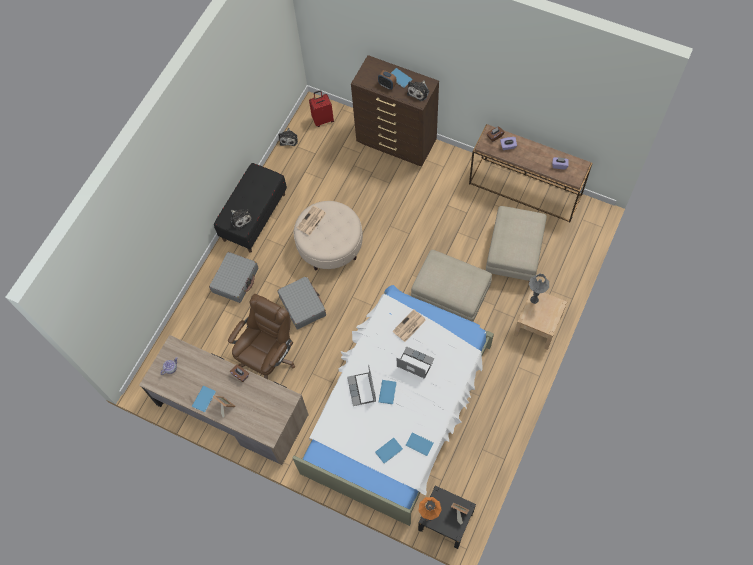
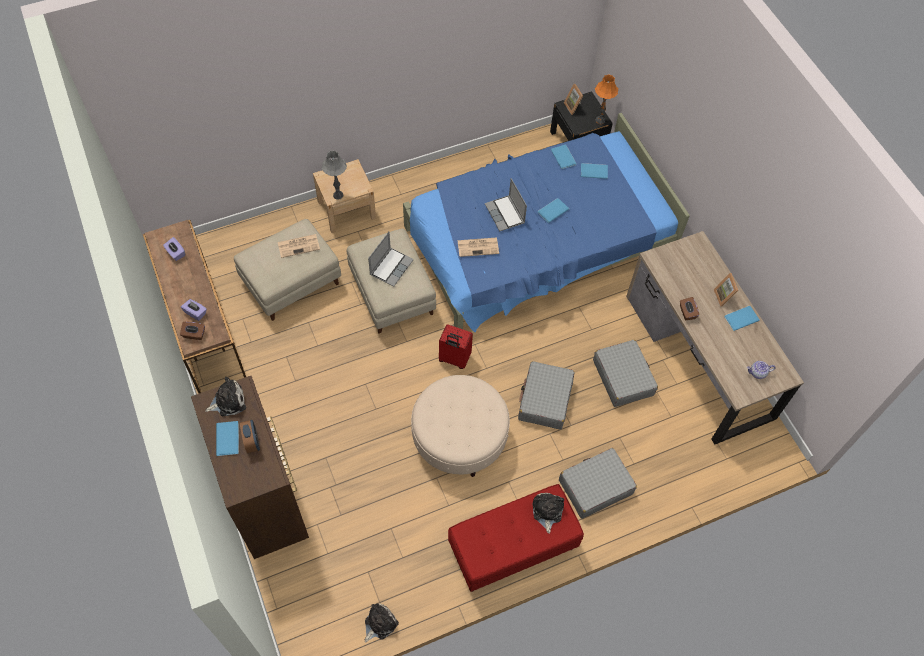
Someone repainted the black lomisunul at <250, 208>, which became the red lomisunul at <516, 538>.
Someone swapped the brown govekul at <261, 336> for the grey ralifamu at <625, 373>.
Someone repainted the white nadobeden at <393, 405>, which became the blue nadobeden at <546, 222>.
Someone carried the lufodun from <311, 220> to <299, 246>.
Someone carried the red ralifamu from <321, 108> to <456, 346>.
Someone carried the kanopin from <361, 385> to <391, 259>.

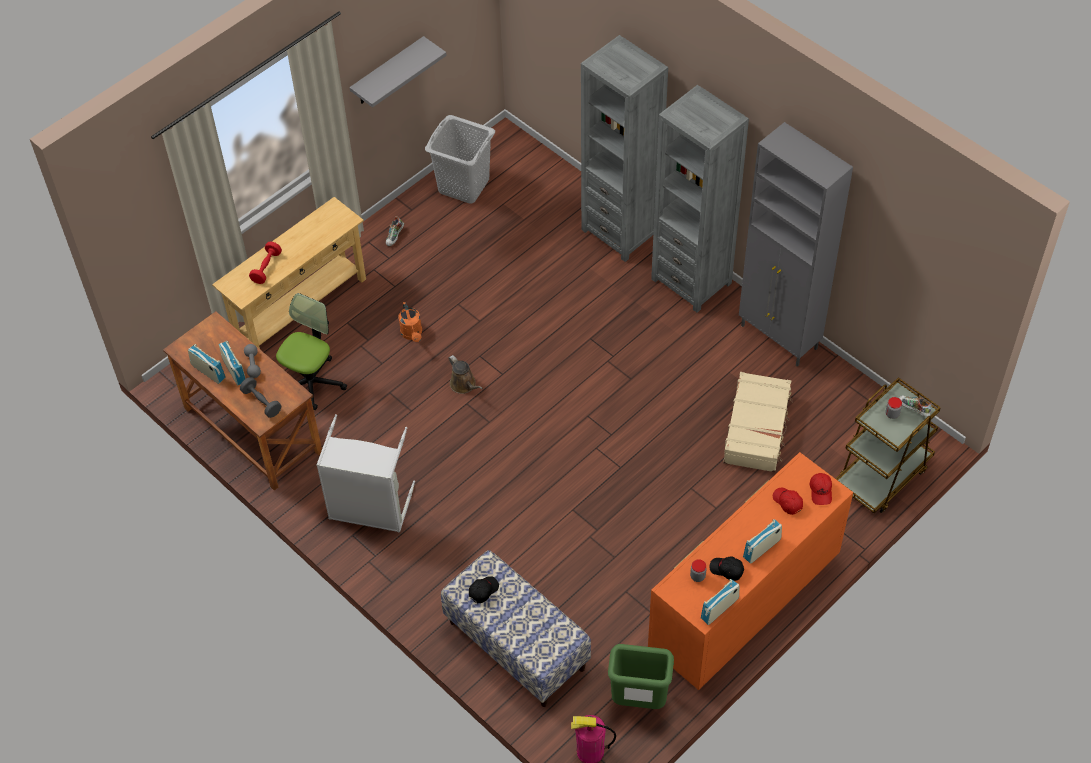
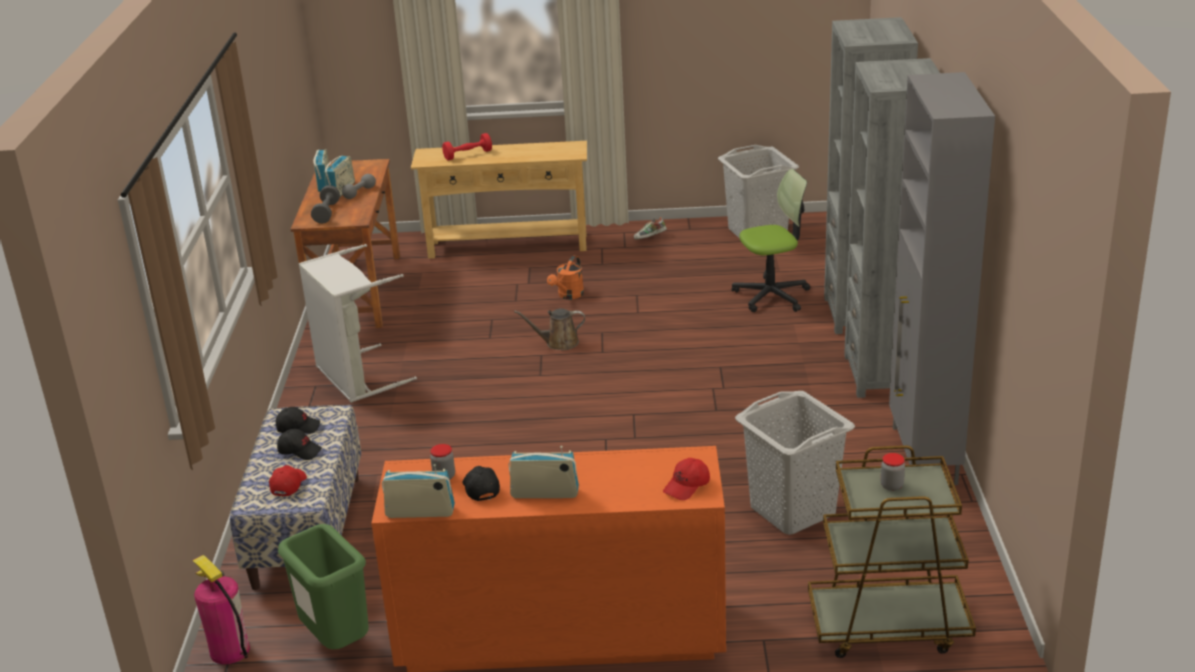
Someone carried the govekul from <311, 351> to <771, 240>.
Someone took away the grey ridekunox at <398, 72>.
Someone rotated the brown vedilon at <465, 374> by 75 degrees clockwise.
Someone swapped the beige ralifamu at <758, 422> for the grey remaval at <795, 463>.
Someone carried the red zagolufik from <788, 501> to <288, 481>.
Someone took away the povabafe at <915, 406>.
Someone put down the black zagolufik at <299, 444>.

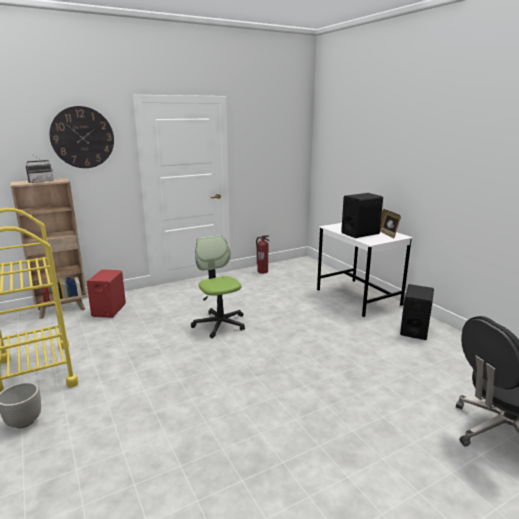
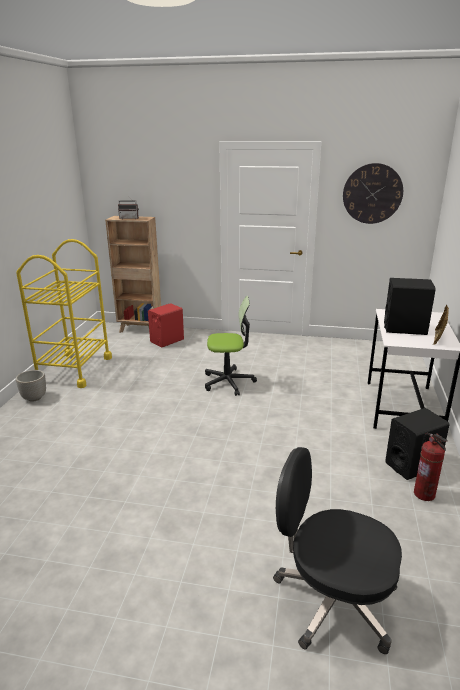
Someone carried the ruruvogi from <81, 137> to <373, 193>.
Someone rotated the govekul at <218, 286> by 75 degrees clockwise.
Someone carried the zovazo from <262, 254> to <431, 467>.

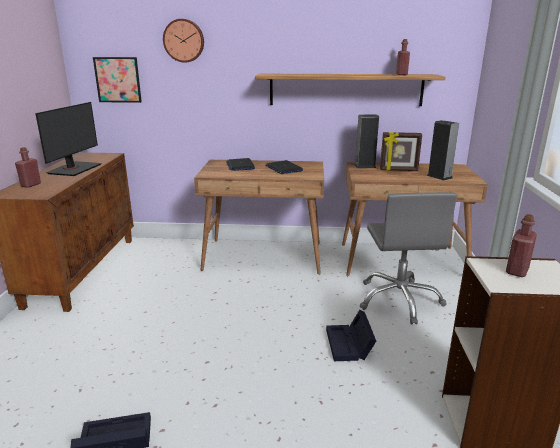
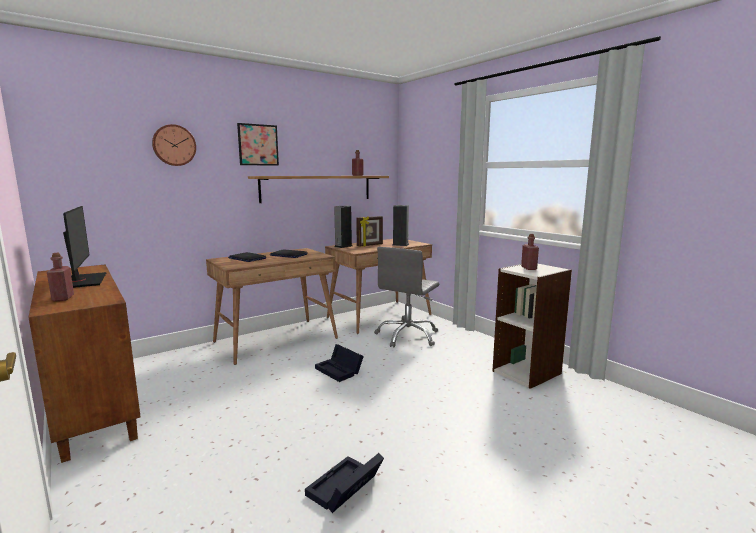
Someone carried the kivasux from <117, 80> to <258, 144>.
Someone carried the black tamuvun from <351, 335> to <339, 363>.
Someone rotated the grey govekul at <408, 258> by 75 degrees clockwise.

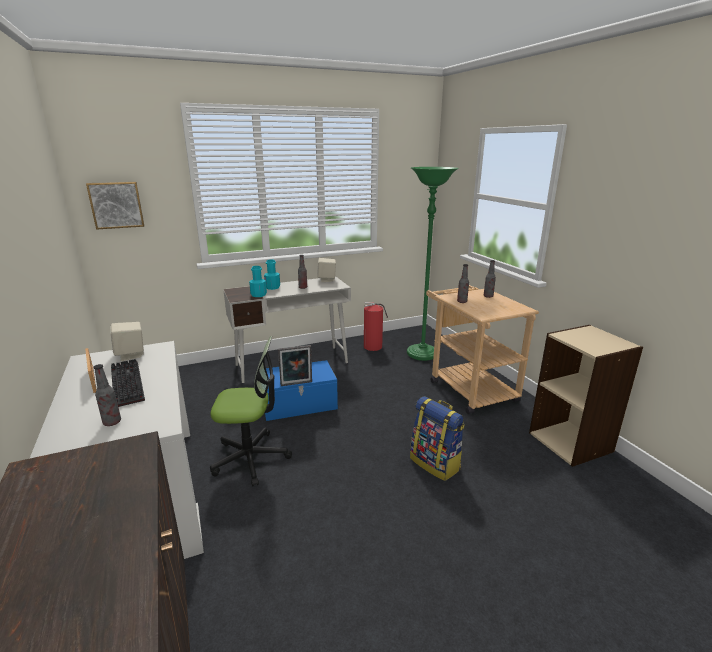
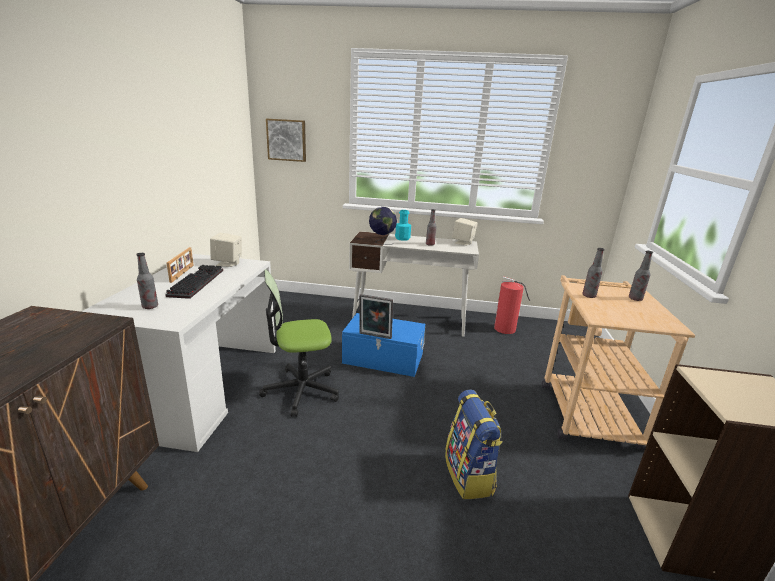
Someone rotated the govekul at <251, 411> by 135 degrees clockwise.
Someone swapped the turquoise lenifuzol at <258, 281> for the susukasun at <383, 226>.
Someone took away the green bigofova at <433, 264>.

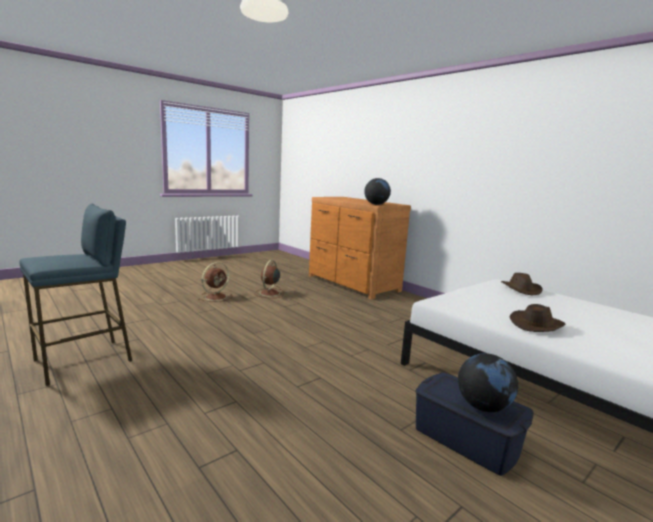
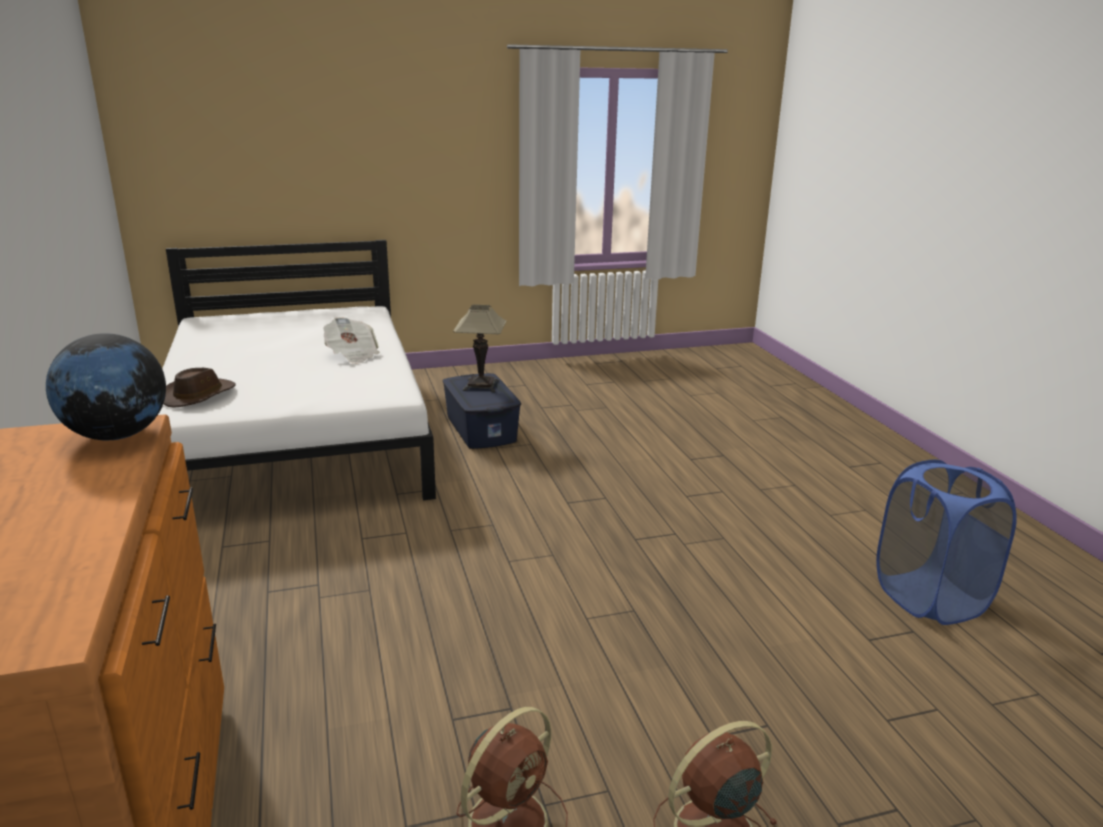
Someone swapped the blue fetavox at <75, 295> for the blue remaval at <946, 542>.
Someone swapped the susukasun at <488, 382> for the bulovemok at <479, 348>.
Someone swapped the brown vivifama at <538, 318> for the lufodun at <351, 340>.

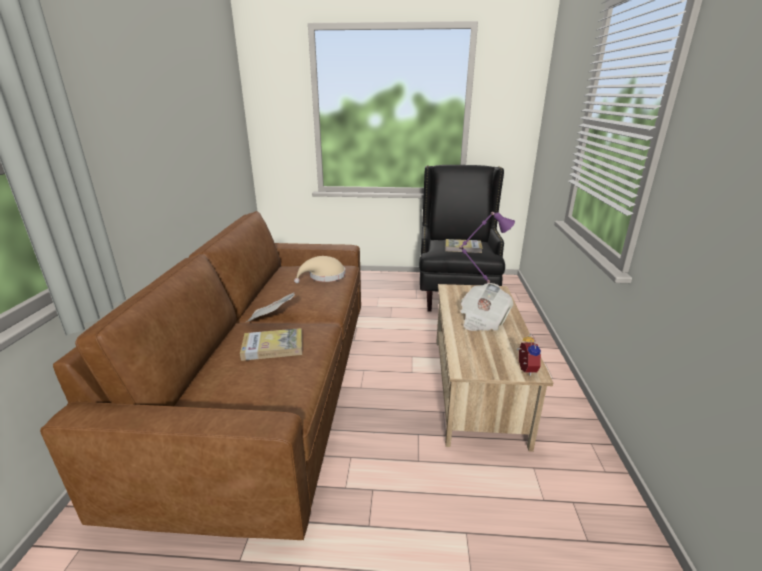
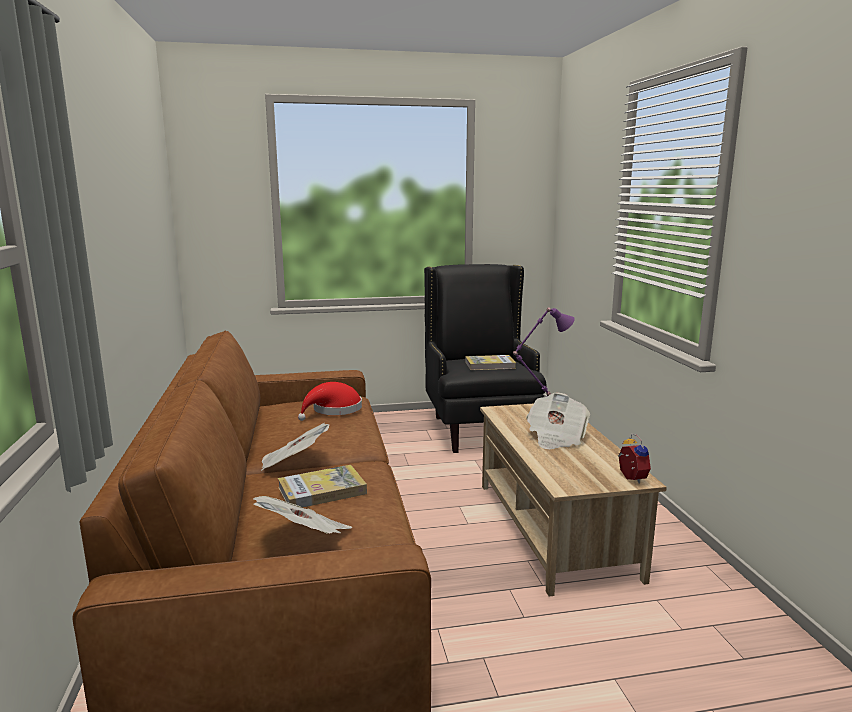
Someone repainted the beige vivifama at <319, 269>, which became the red vivifama at <330, 401>.
Someone put down the lufodun at <303, 515>.

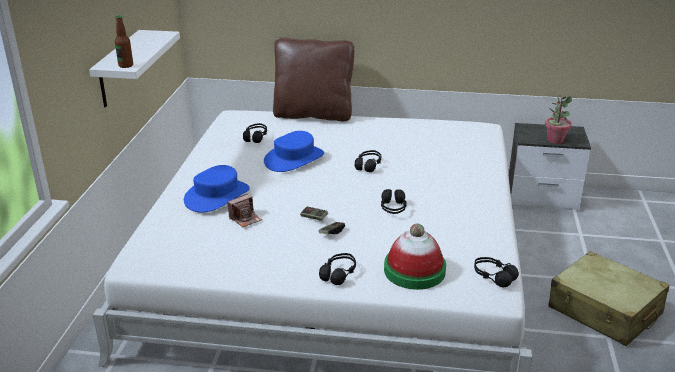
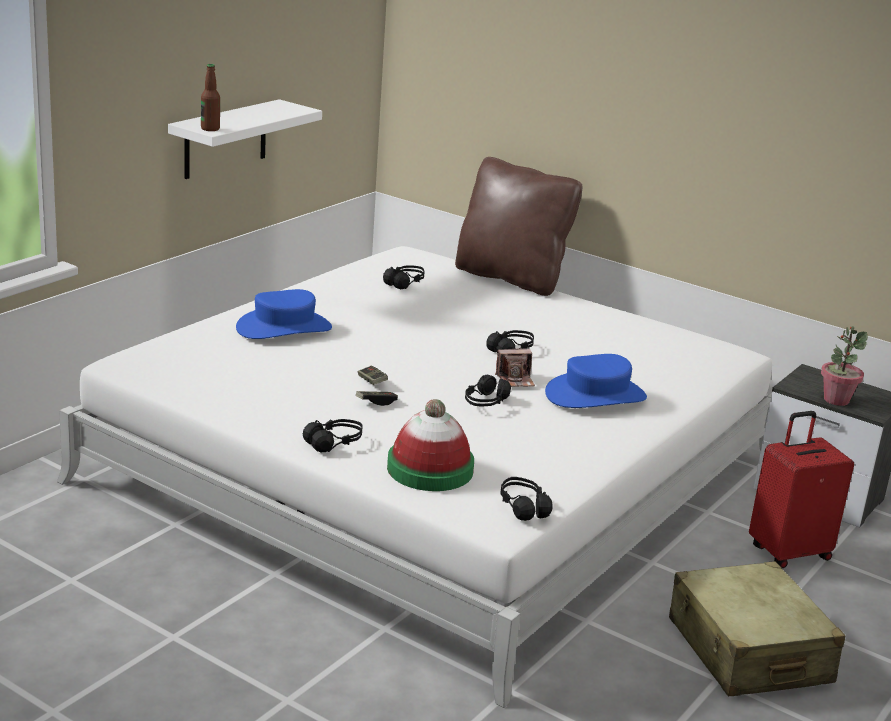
Someone carried the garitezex from <244, 210> to <515, 367>.
Someone carried the blue vivifama from <294, 151> to <596, 381>.
Someone put down the red ralifamu at <801, 489>.

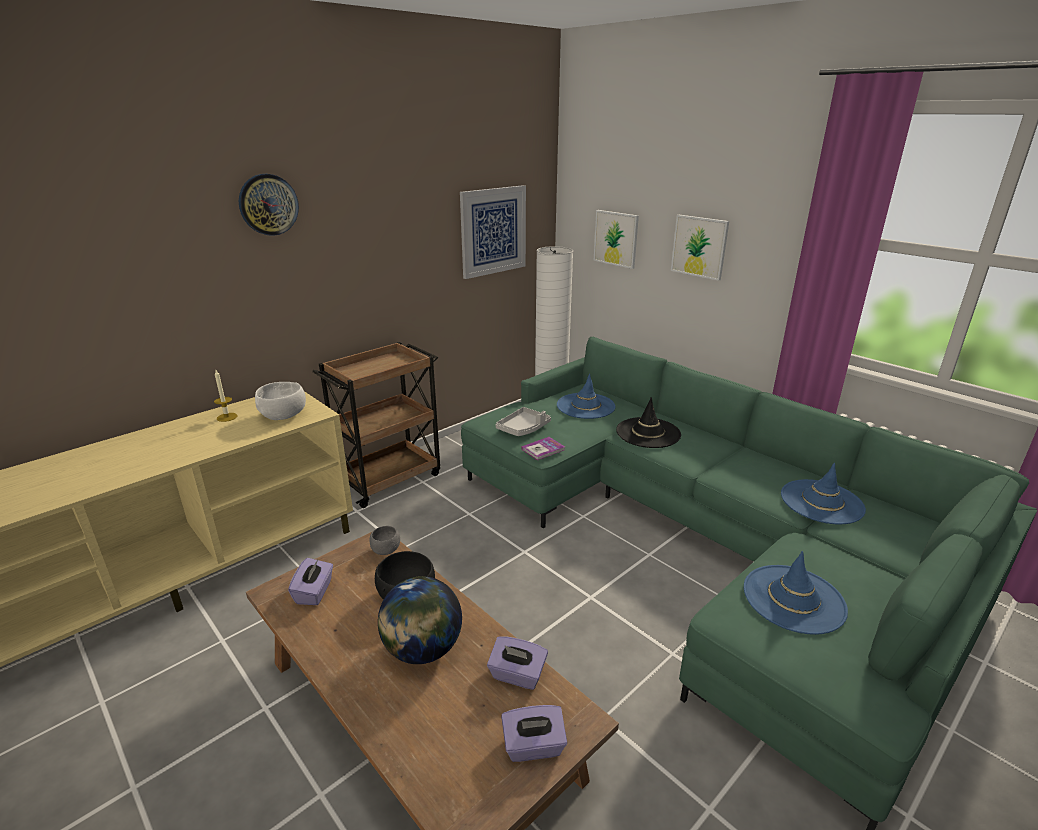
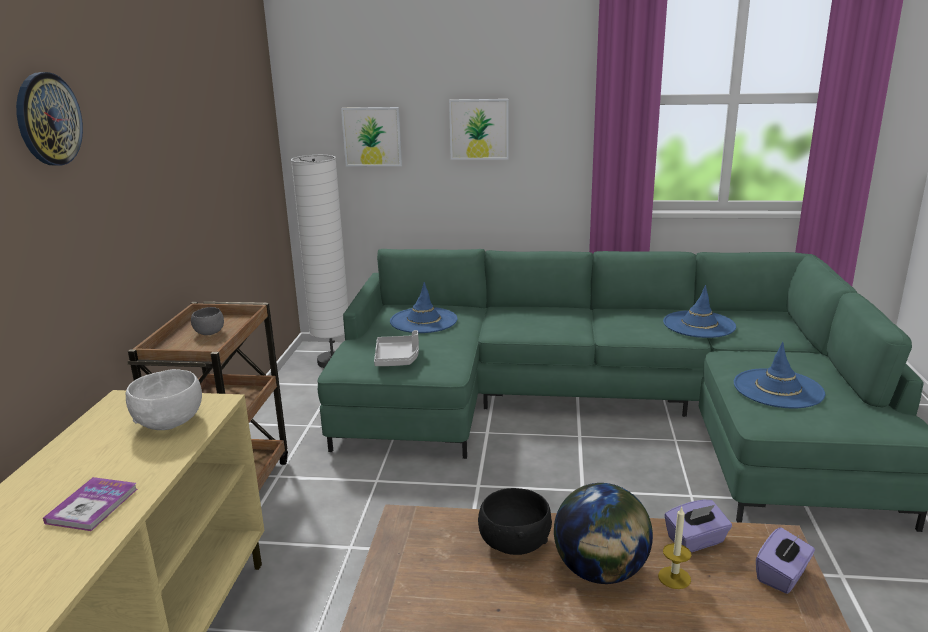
Someone carried the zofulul from <226, 396> to <674, 548>.
Someone took away the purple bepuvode at <310, 581>.
Someone carried the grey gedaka from <385, 540> to <207, 321>.
Someone took away the kivasux at <493, 232>.
Someone carried the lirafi from <543, 448> to <90, 504>.
Someone took away the black vivifama at <648, 422>.

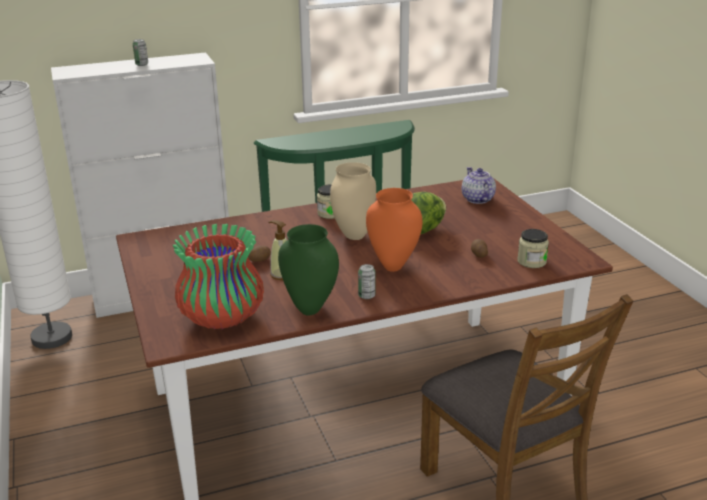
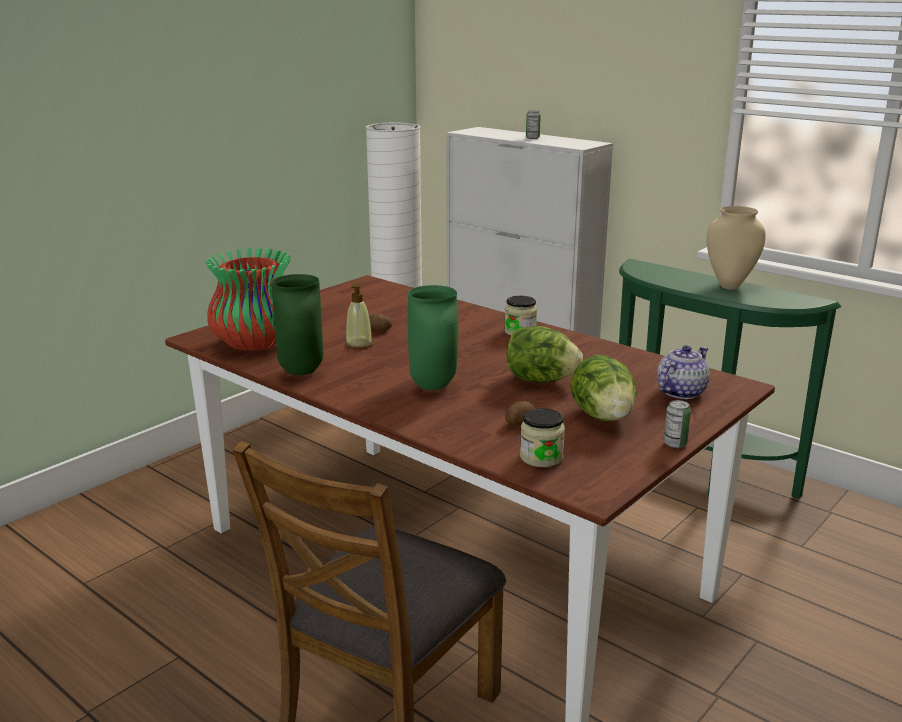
Someone carried the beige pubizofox from <353, 201> to <736, 248>.
Someone carried the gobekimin from <367, 281> to <677, 424>.
Someone repainted the orange pubizofox at <394, 230>, which became the green pubizofox at <432, 337>.
Someone put down the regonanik at <603, 388>.

